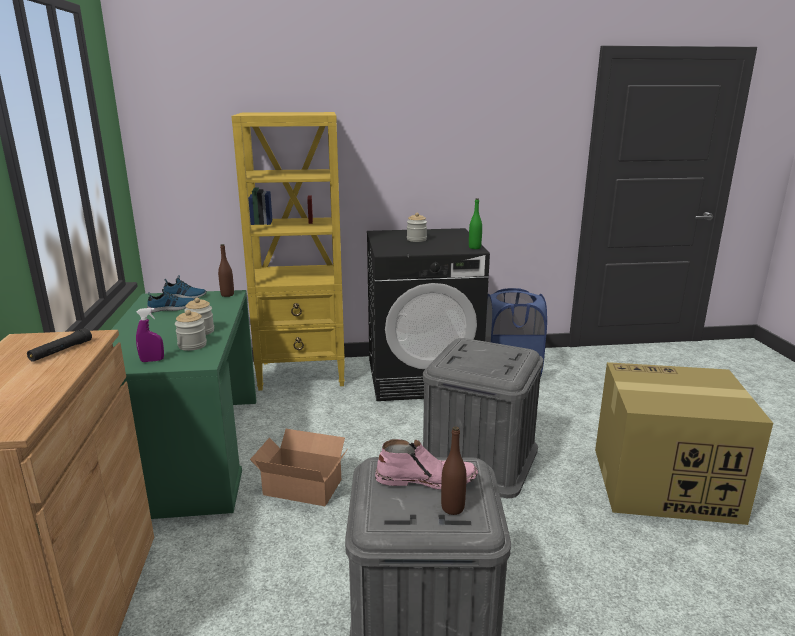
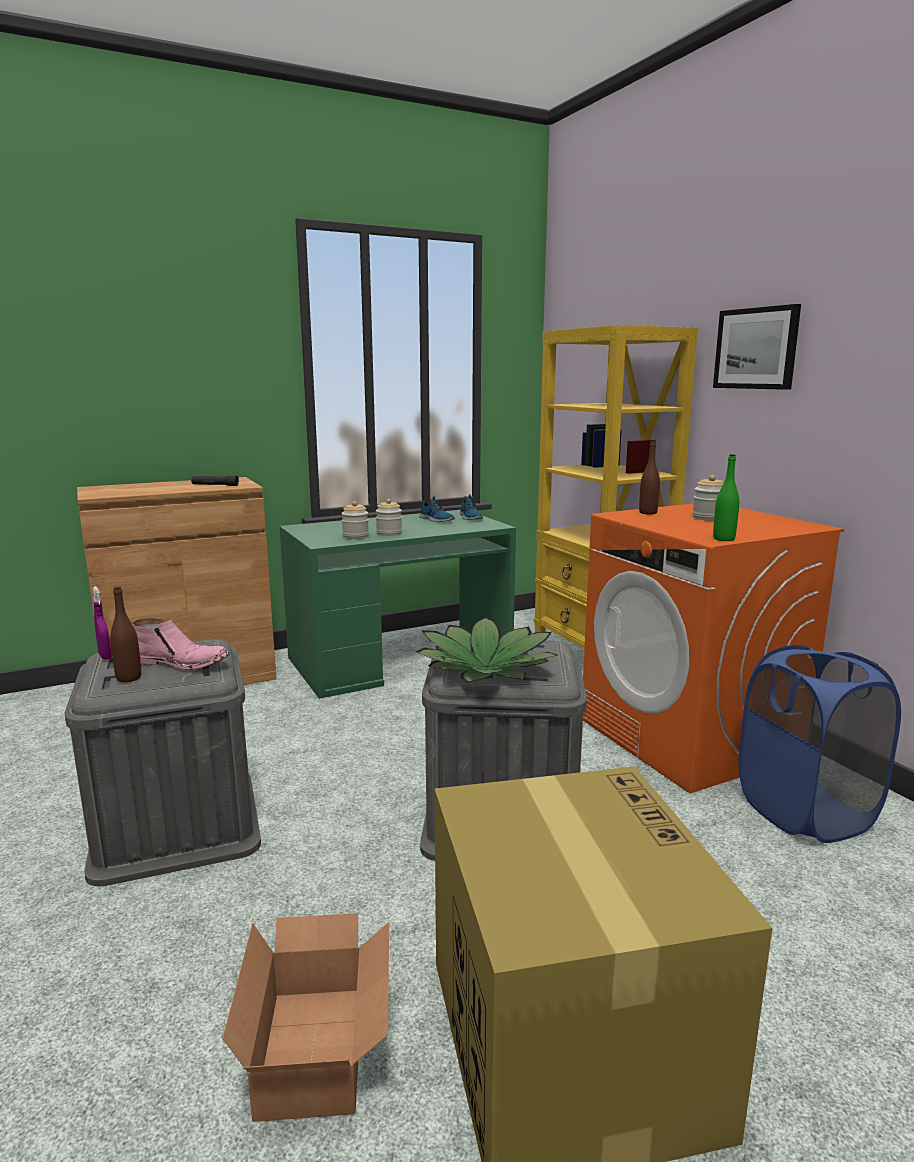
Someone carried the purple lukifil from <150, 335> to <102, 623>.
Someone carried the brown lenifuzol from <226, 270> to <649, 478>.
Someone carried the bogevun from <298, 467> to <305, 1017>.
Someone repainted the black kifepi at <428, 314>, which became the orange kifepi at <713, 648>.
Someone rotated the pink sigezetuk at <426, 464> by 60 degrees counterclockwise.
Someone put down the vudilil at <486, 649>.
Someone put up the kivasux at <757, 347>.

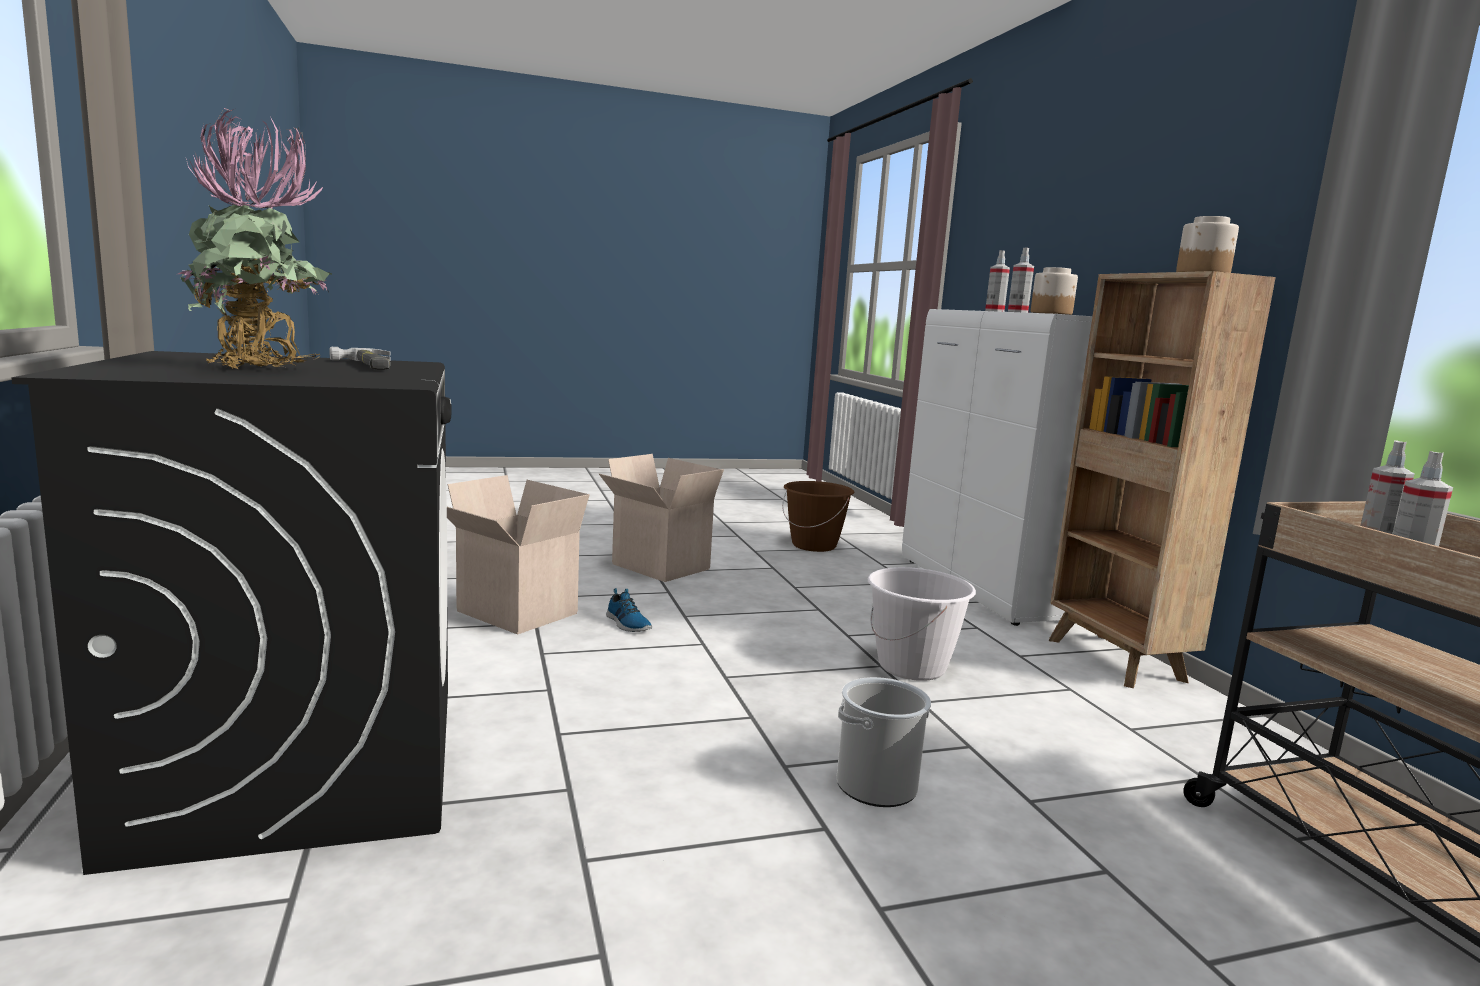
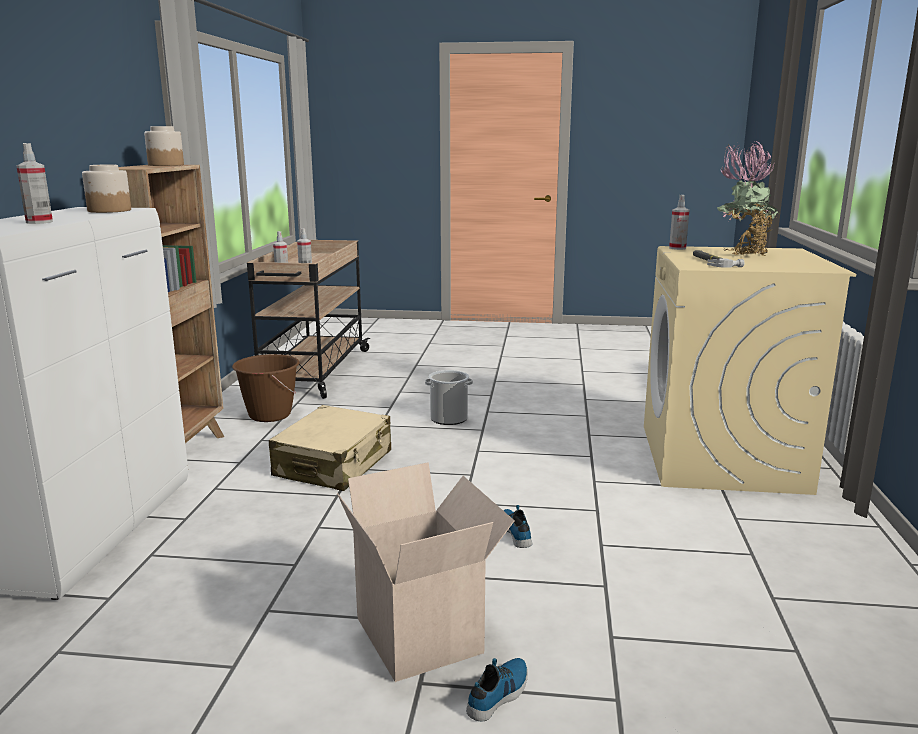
Someone repainted the black kifepi at <231, 613>, which became the beige kifepi at <750, 370>.
Someone took away the bogevun at <518, 555>.
Someone carried the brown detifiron from <818, 516> to <265, 388>.
Someone swapped the white detifiron at <922, 624> for the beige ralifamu at <330, 448>.
Someone carried the lukifil from <1021, 280> to <679, 222>.
Someone put down the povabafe at <497, 690>.

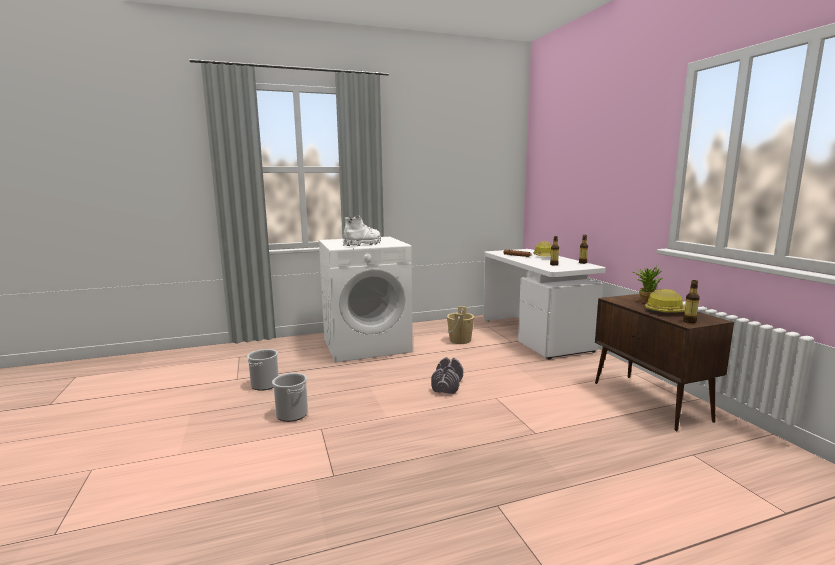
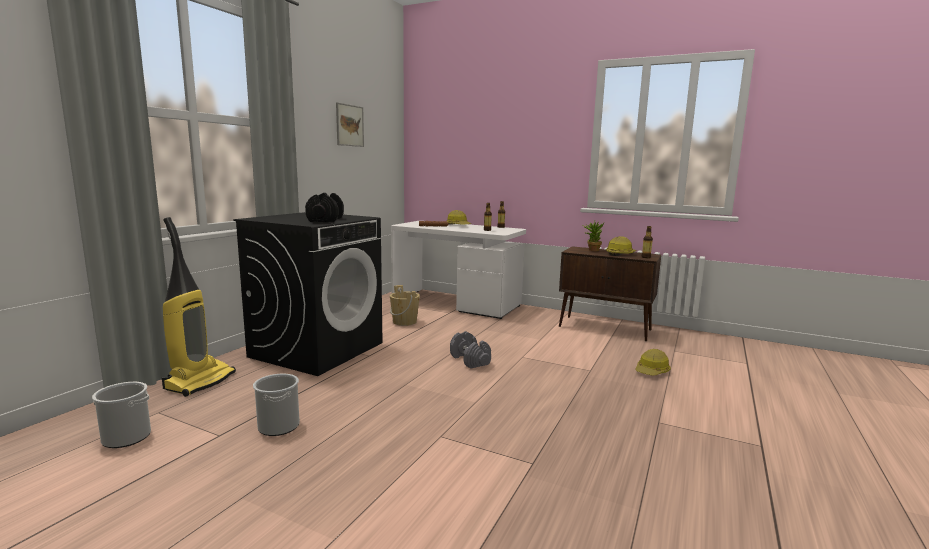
Someone carried the detifiron from <290, 397> to <121, 415>.
Someone repainted the white kifepi at <366, 299>, which became the black kifepi at <308, 294>.
Someone swapped the white sigezetuk at <362, 230> for the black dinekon at <324, 207>.
Someone put down the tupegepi at <199, 307>.
Someone put up the kivasux at <350, 124>.
Someone put down the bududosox at <653, 362>.

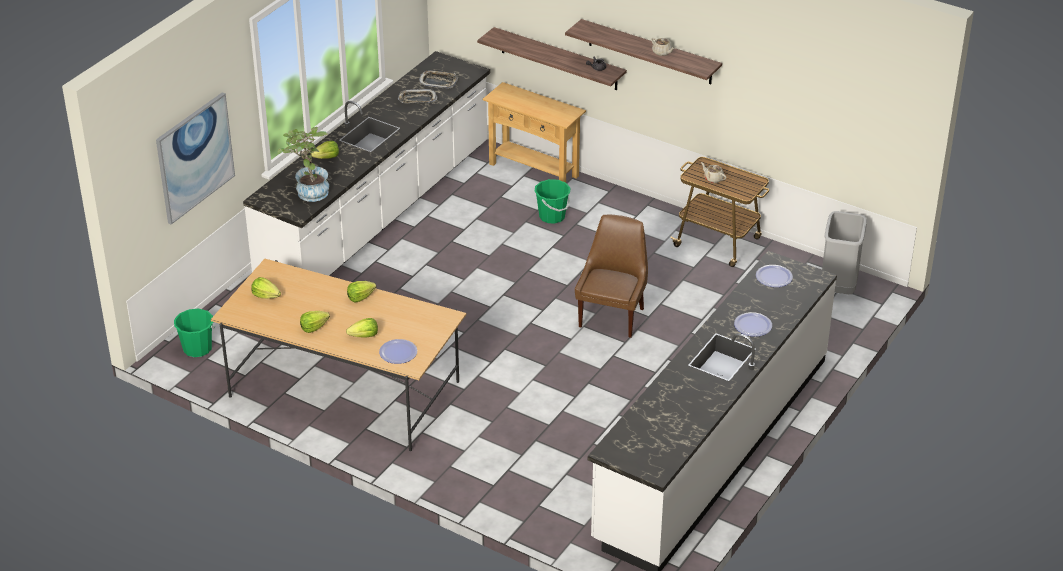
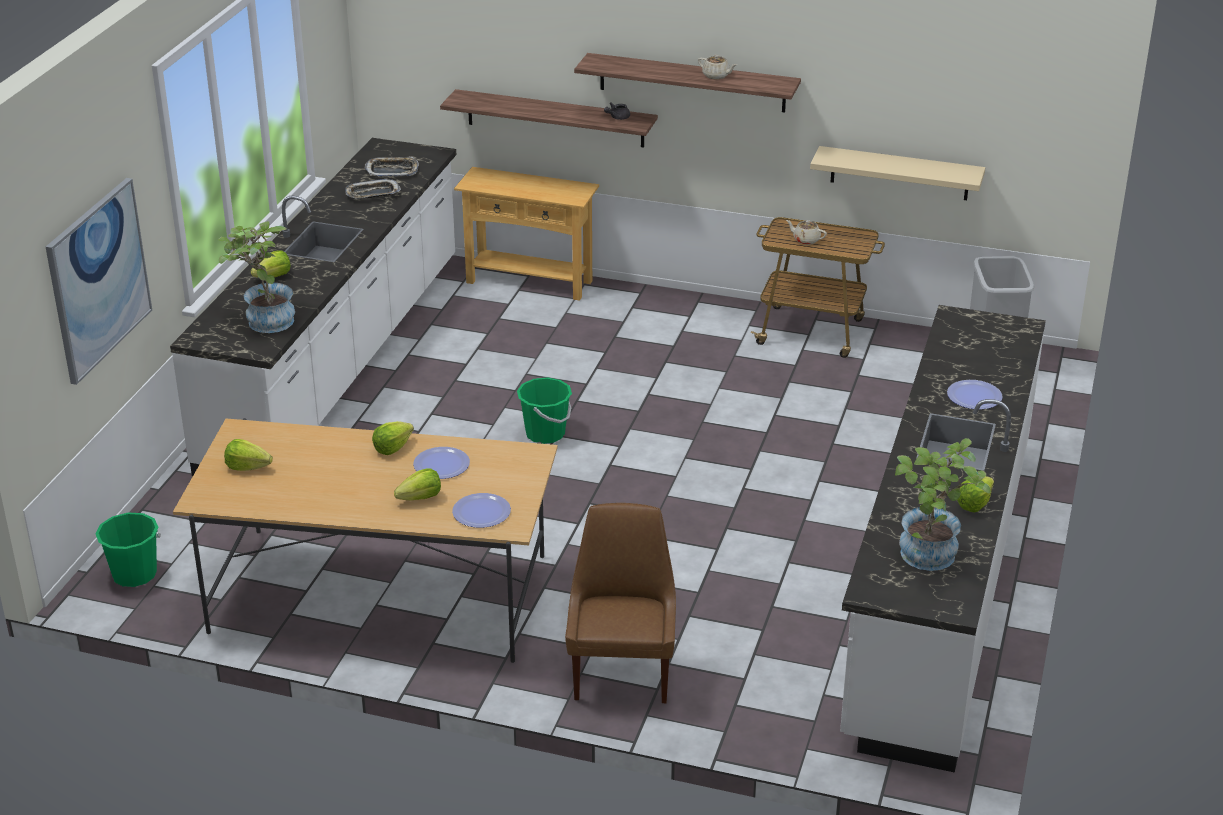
Someone carried the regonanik from <315, 322> to <975, 494>.
Someone carried the green detifiron from <552, 201> to <544, 410>.
Someone carried the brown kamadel from <611, 276> to <620, 603>.
Someone carried the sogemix from <774, 276> to <441, 463>.
Someone put up the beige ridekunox at <897, 173>.
Someone put down the vudilil at <943, 504>.

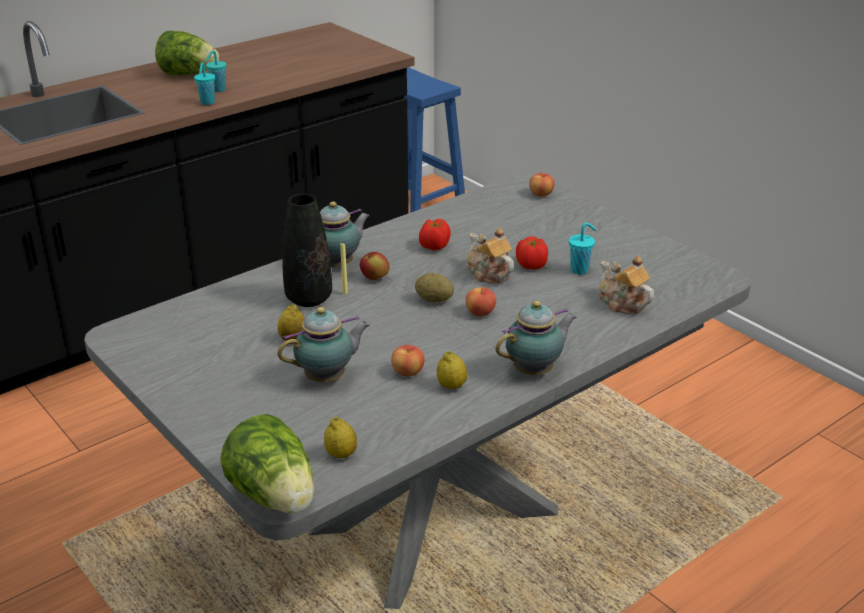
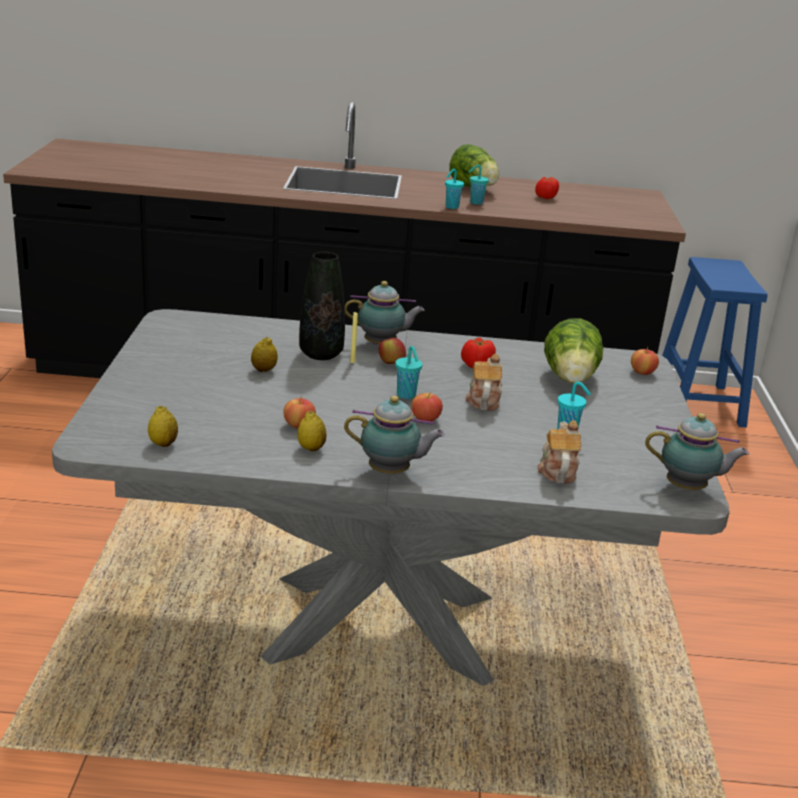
Someone carried the regonanik from <267, 463> to <573, 351>.
Someone carried the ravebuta from <324, 344> to <697, 451>.
Someone swapped the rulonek at <434, 288> for the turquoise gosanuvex at <409, 372>.
Someone carried the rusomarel from <532, 252> to <547, 188>.

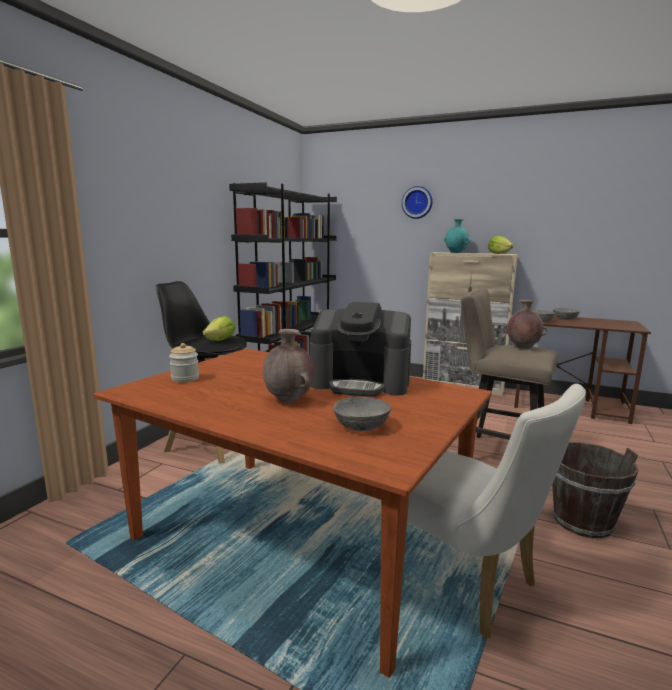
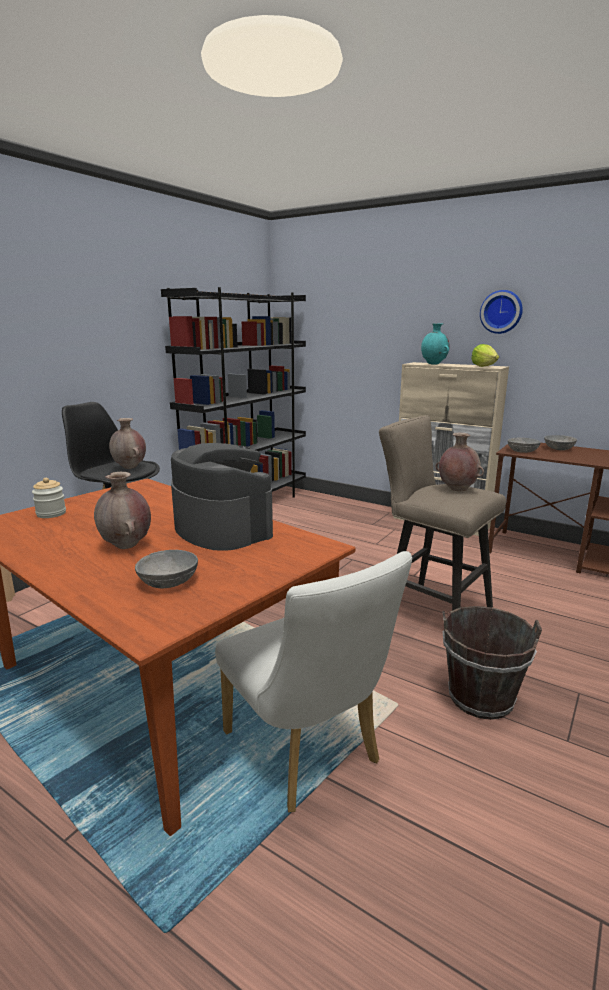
Someone swapped the regonanik at <219, 328> for the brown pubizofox at <127, 443>.
Someone rotated the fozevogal at <360, 349> by 150 degrees counterclockwise.
Someone carried the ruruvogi from <417, 202> to <501, 312>.

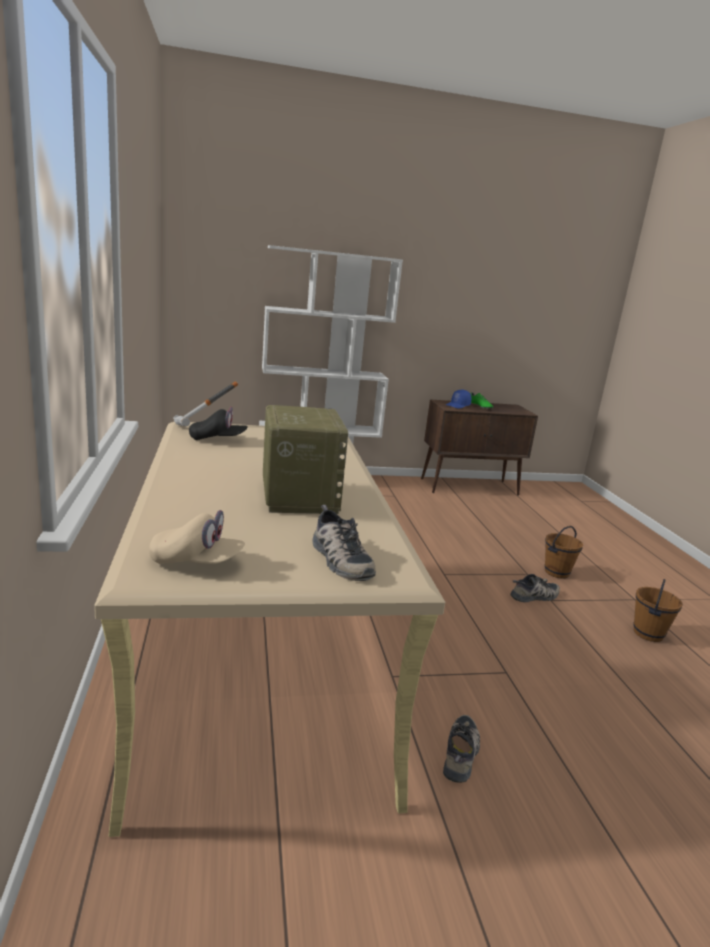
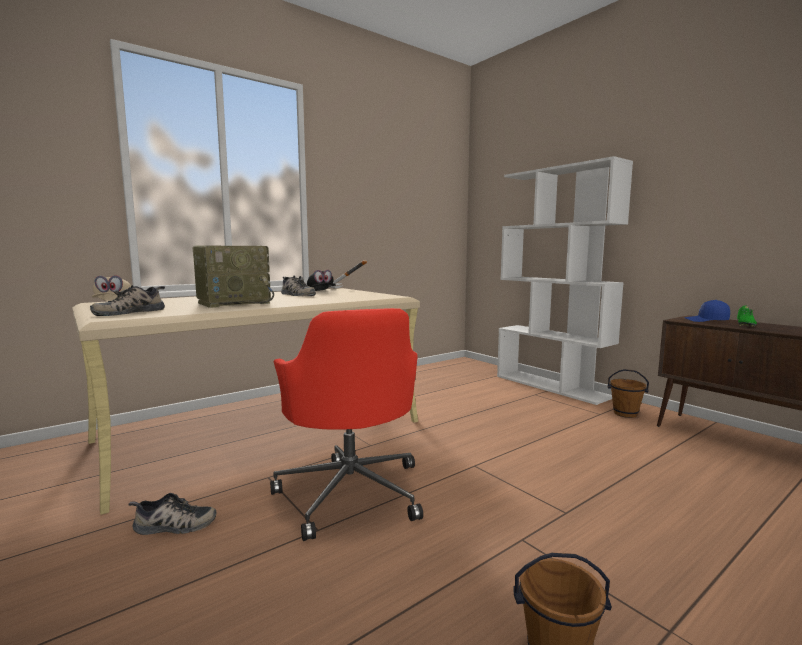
Someone carried the povabafe from <535, 588> to <298, 285>.
Someone carried the brown detifiron from <564, 552> to <628, 393>.
Someone put down the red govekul at <346, 424>.

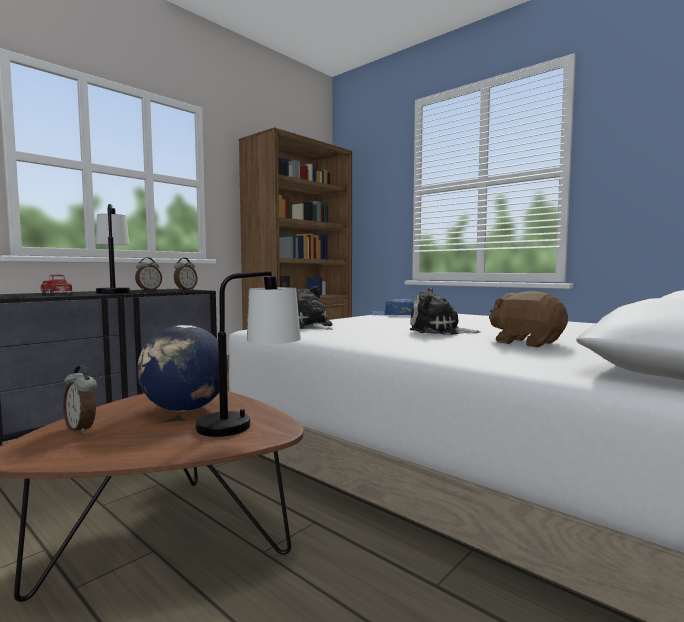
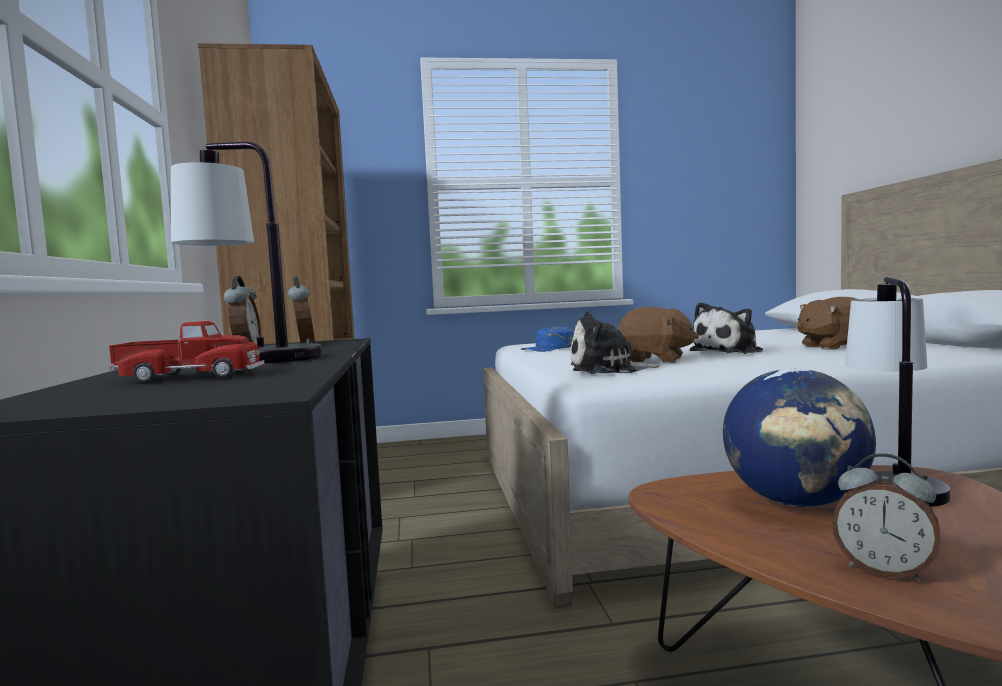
Someone rotated the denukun at <80, 399> by 45 degrees clockwise.
Someone put down the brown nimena at <658, 335>.

